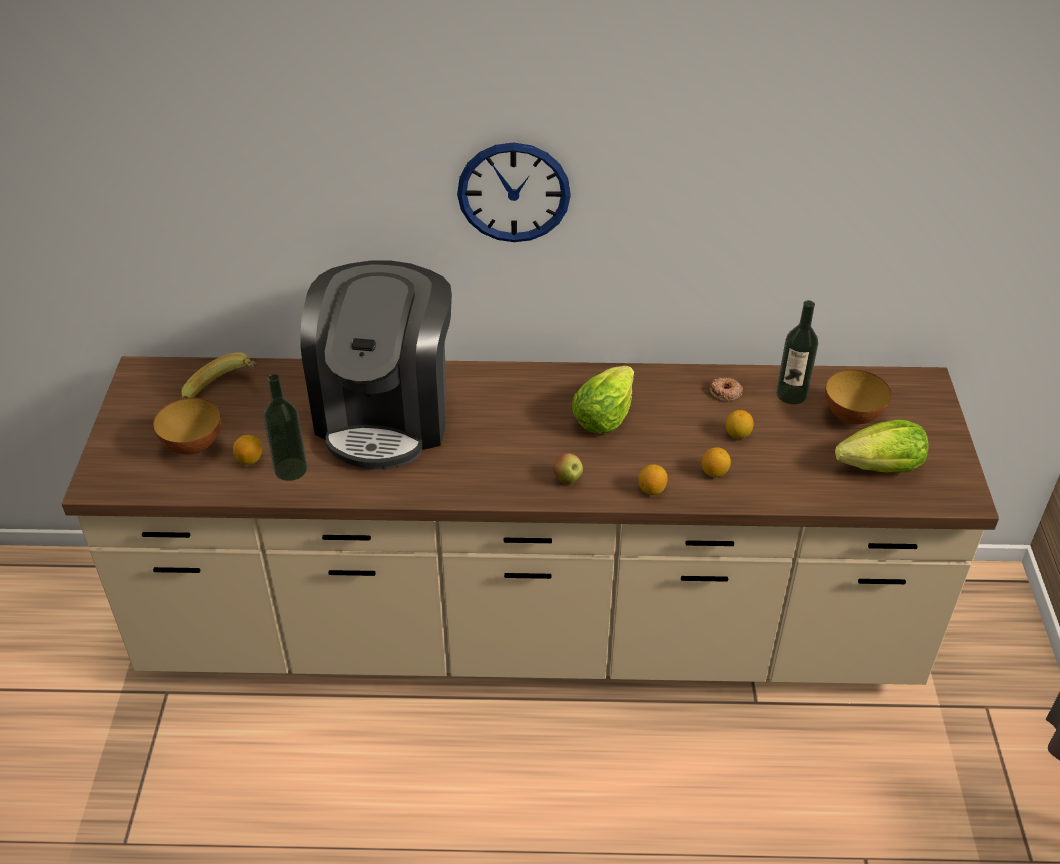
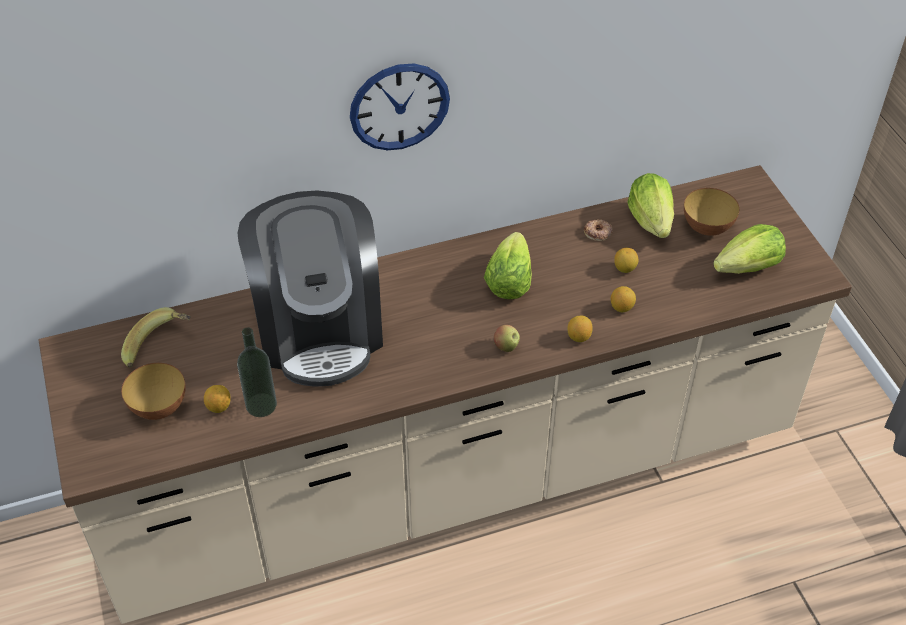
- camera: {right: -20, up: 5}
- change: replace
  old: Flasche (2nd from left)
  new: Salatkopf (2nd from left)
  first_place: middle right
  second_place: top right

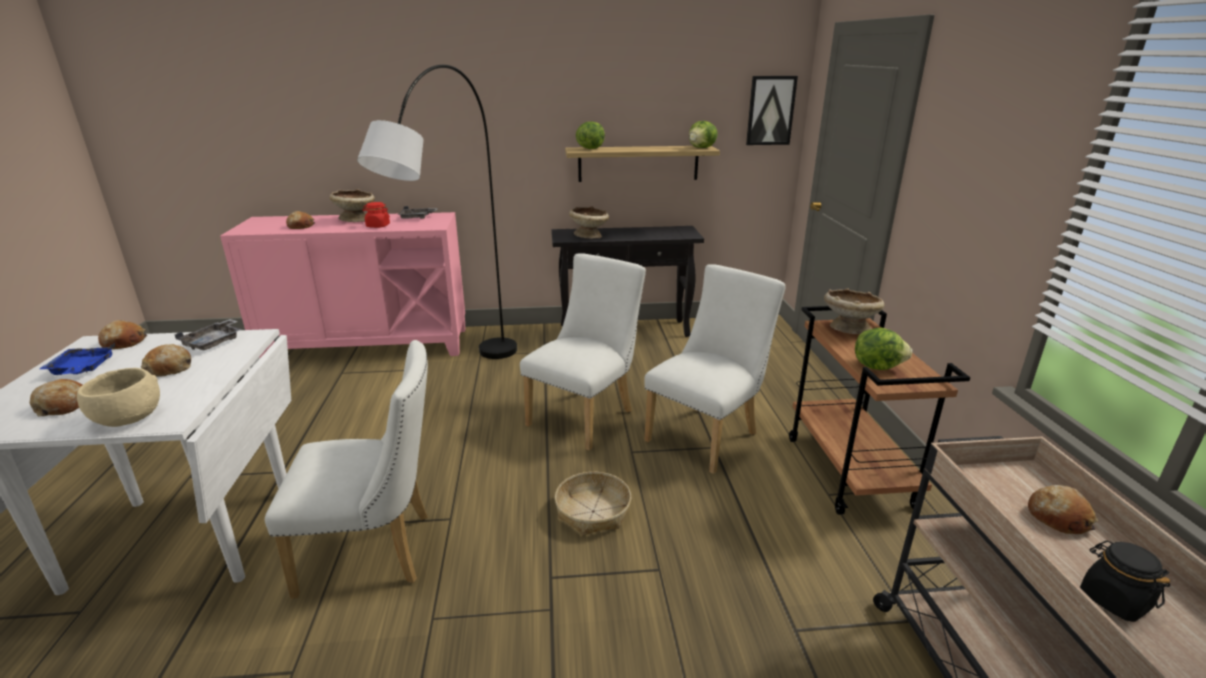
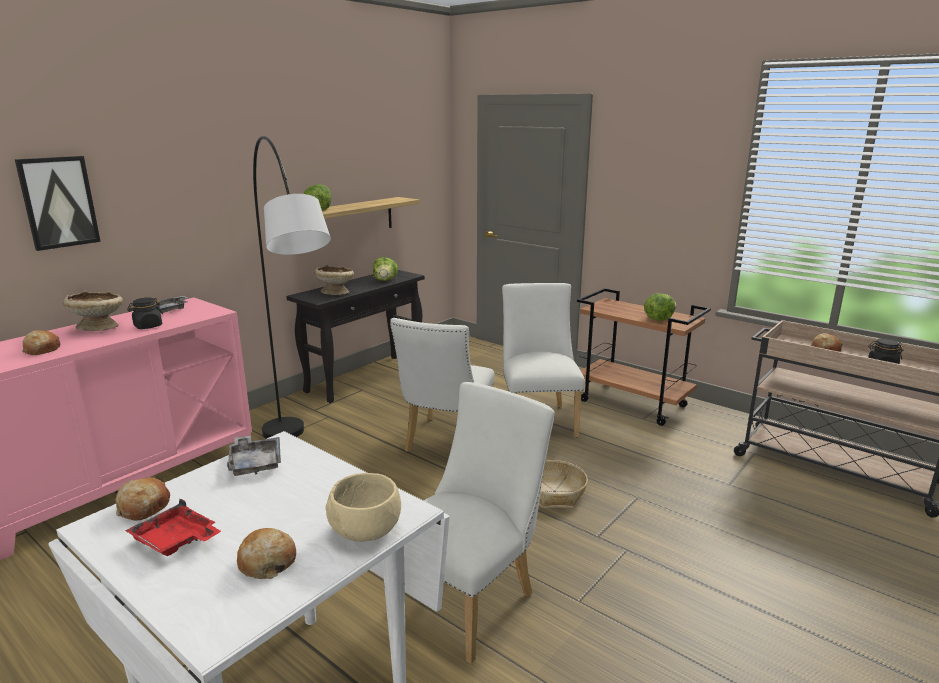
- camera: {right: -45, up: -5}
- change: delete
  old: Brot (3rd from left)
  first_place: middle left
- change: delete
  old: Schüssel [beige] (4th from left)
  first_place: middle right
- change: move
  old: Salatkopf (2nd from left)
  first_place: top centre
  second_place: centre
- change: move
  old: Bild
  first_place: top centre
  second_place: top left
- change: recolor
  old: Tablett [blau]
  new: Tablett [rot]
  first_place: middle left
  second_place: bottom left
- change: recolor
  old: Vorratsglas [rot]
  new: Vorratsglas [schwarz] (1st from left)
  first_place: top left
  second_place: middle left
- change: rotate
  old: Stuhl [weiß] (2nd from left in the first image)
  first_place: centre
  second_place: centre
  degrees: -150

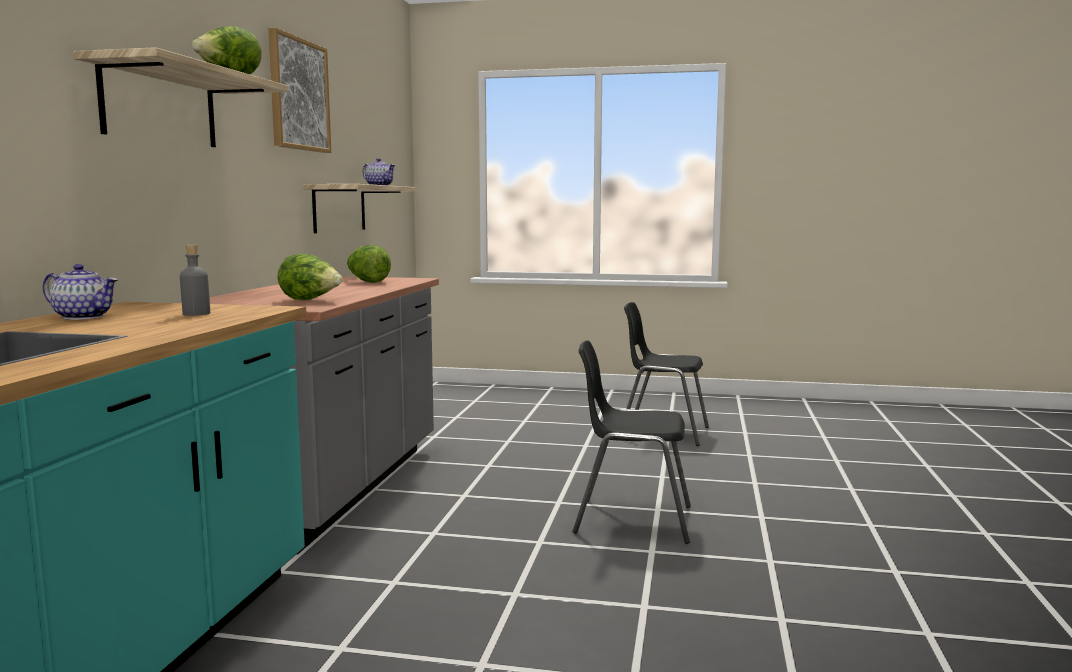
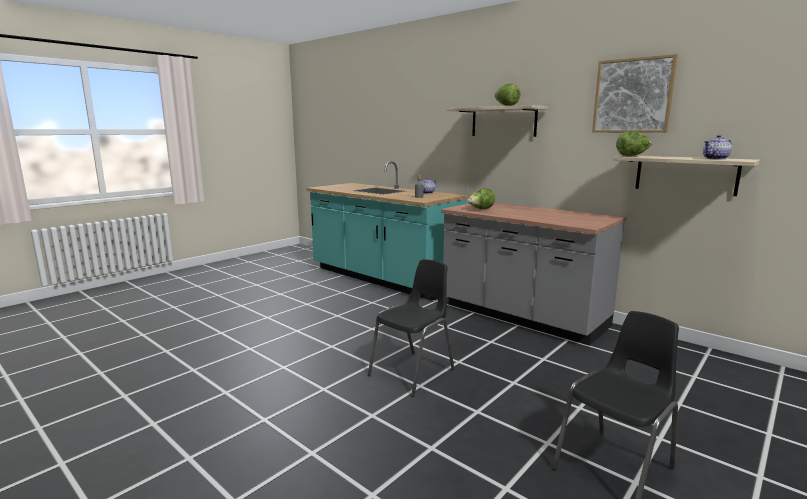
- camera: {right: 120, up: 5}
- change: move
  old: Salatkopf (3rd from left)
  first_place: centre
  second_place: top right

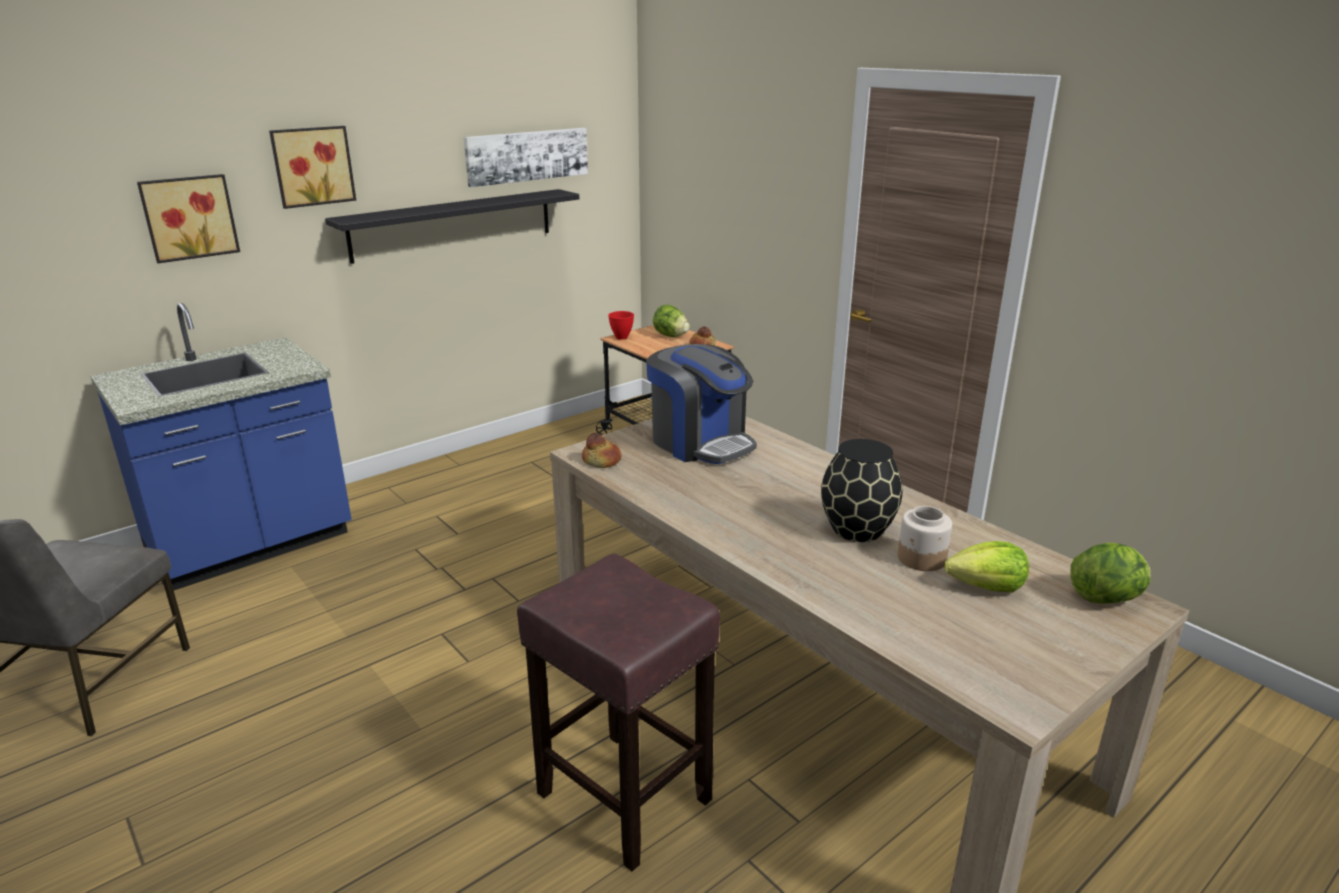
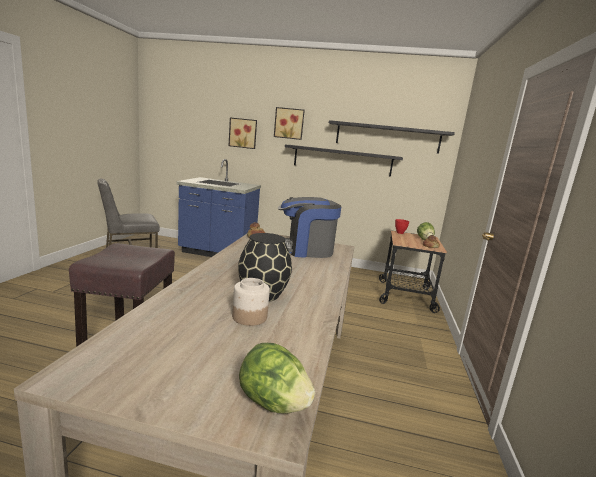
- camera: {right: 50, up: -10}
- change: delete
  old: Salatkopf (2nd from left)
  first_place: middle right
- change: replace
  old: Bild (3rd from left)
  new: Wandregal [schwarz] (2nd from left)
  first_place: top centre
  second_place: top centre
- change: rotate
  old: Kaffeemaschine
  first_place: centre
  second_place: centre
  degrees: 75

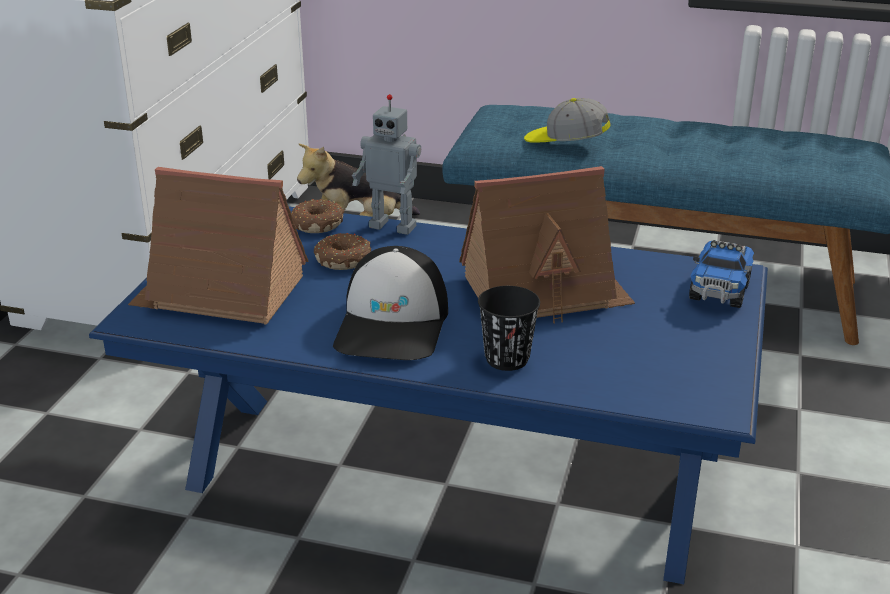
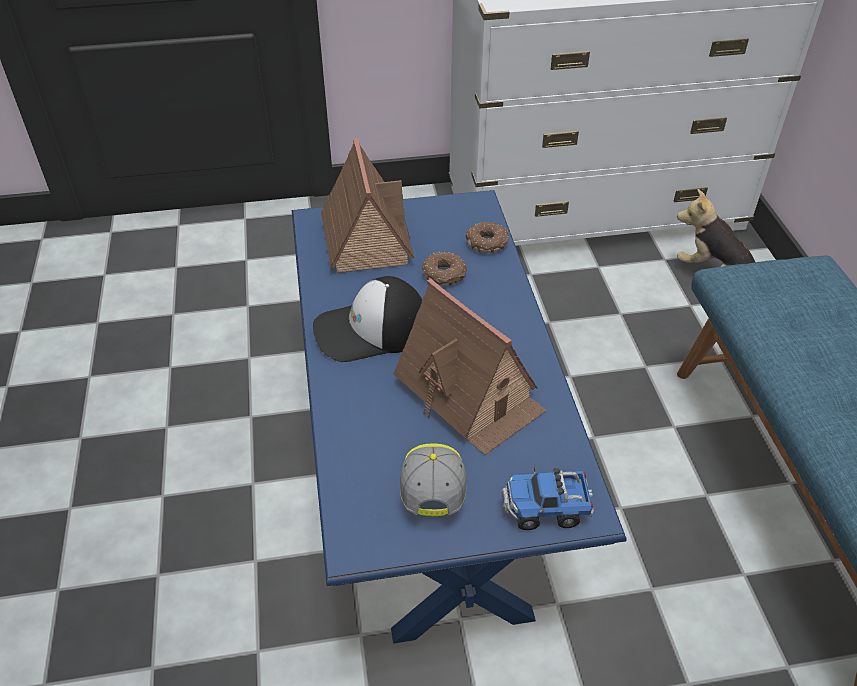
- camera: {right: 65, up: 15}
- change: delete
  old: Spielzeugroboter
  first_place: top centre
- change: delete
  old: Tasse [schwarz]
  first_place: centre
- change: move
  old: Kappe (2nd from left)
  first_place: top centre
  second_place: bottom centre

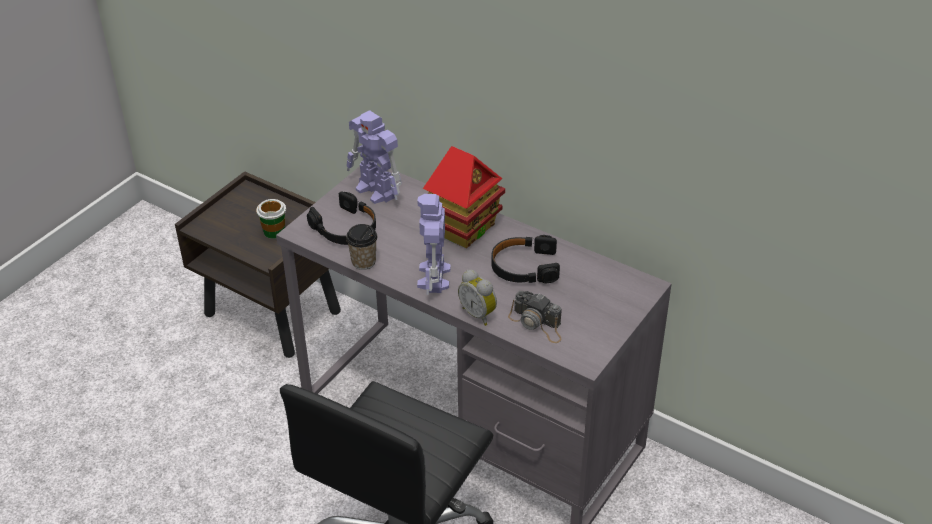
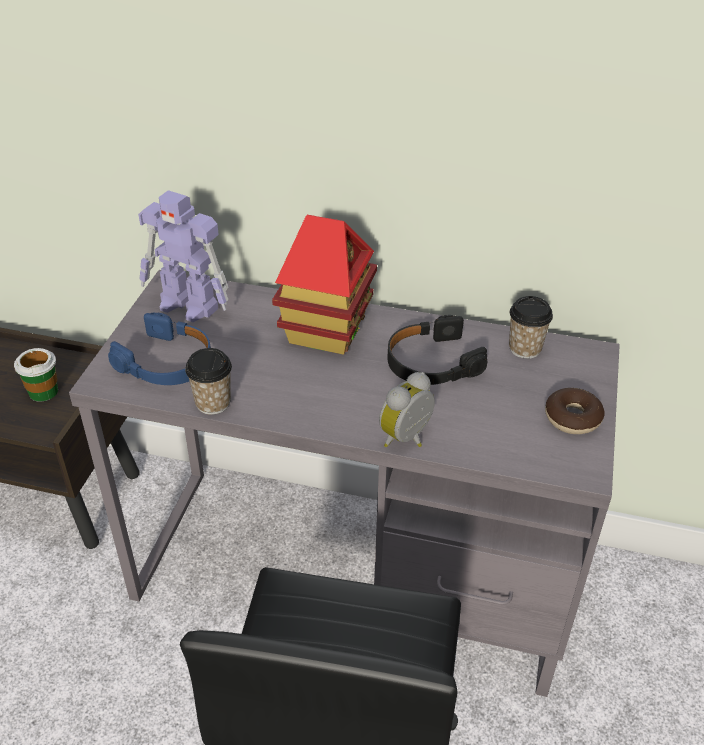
- camera: {right: -20, up: 0}
- change: delete
  old: Spielzeugroboter (2nd from left)
  first_place: centre
- change: delete
  old: Kamera
  first_place: centre
- change: insert
  new: Tasse (3rd from left)
  second_place: middle right
- change: insert
  new: Donut
  second_place: middle right
- change: recolor
  old: Kopfhörer [schwarz] (1st from left)
  new: Kopfhörer [blau]
  first_place: centre
  second_place: middle left
- change: rotate
  old: Wecker
  first_place: centre
  second_place: centre
  degrees: 105

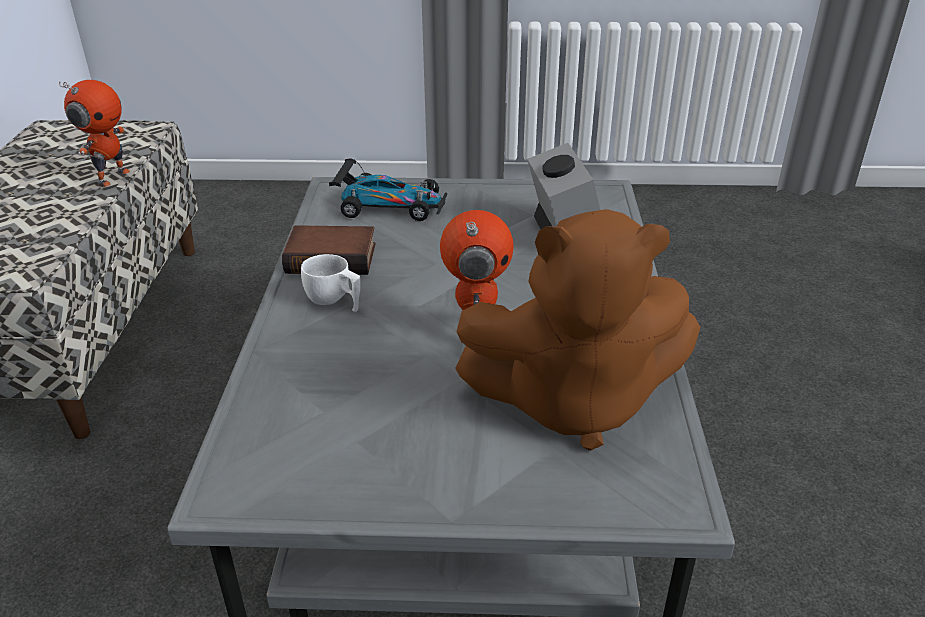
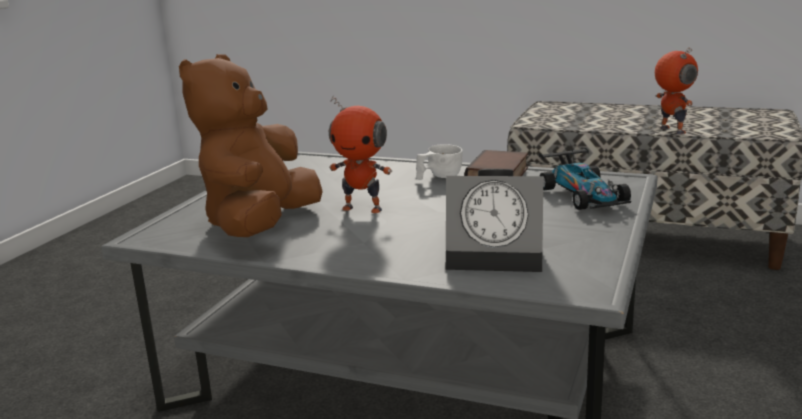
- camera: {right: 110, up: -15}
- change: rotate
  old: Spielzeugroboter (1st from left in the first image)
  first_place: top left
  second_place: top right
  degrees: -150
- change: rotate
  old: Spielzeugauto
  first_place: top centre
  second_place: middle right
  degrees: -45

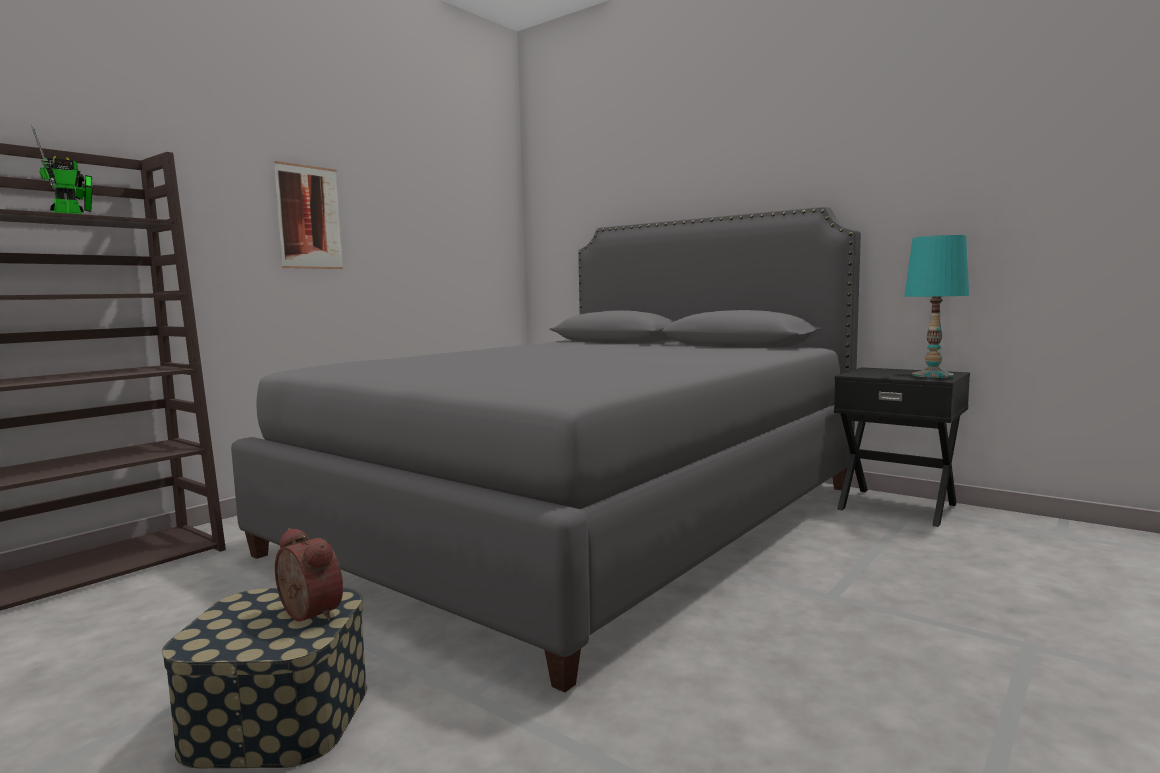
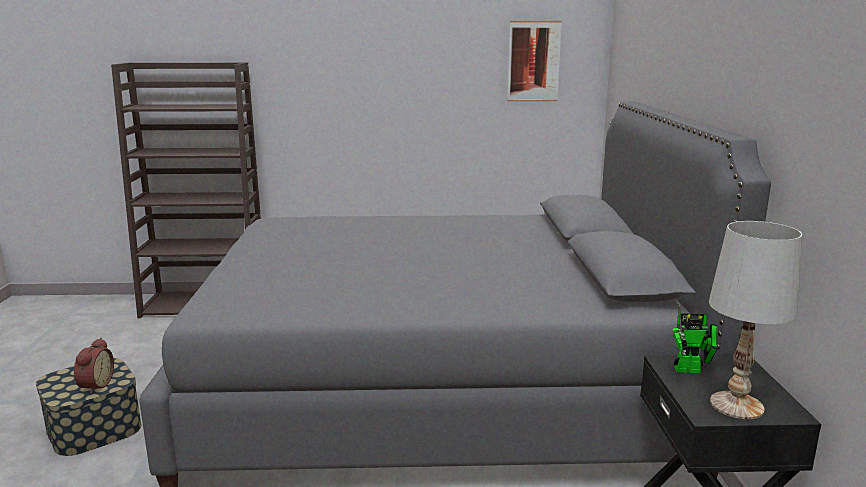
- camera: {right: 50, up: 10}
- change: move
  old: Spielzeugroboter
  first_place: top left
  second_place: bottom right
- change: move
  old: Bild
  first_place: top left
  second_place: top centre
- change: recolor
  old: Tischlampe [türkis]
  new: Tischlampe [weiß]
  first_place: middle right
  second_place: middle right

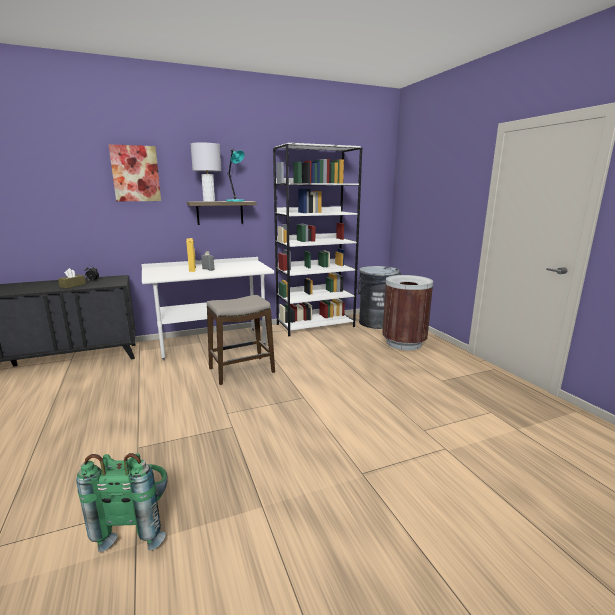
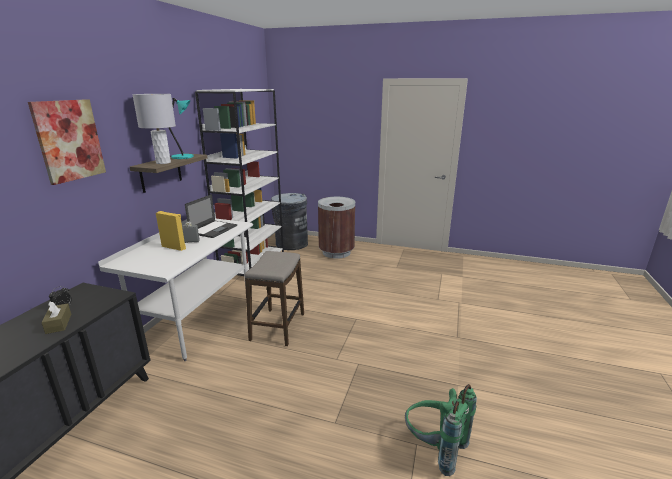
- camera: {right: -50, up: 5}
- change: insert
  new: Laptop
  second_place: middle left

